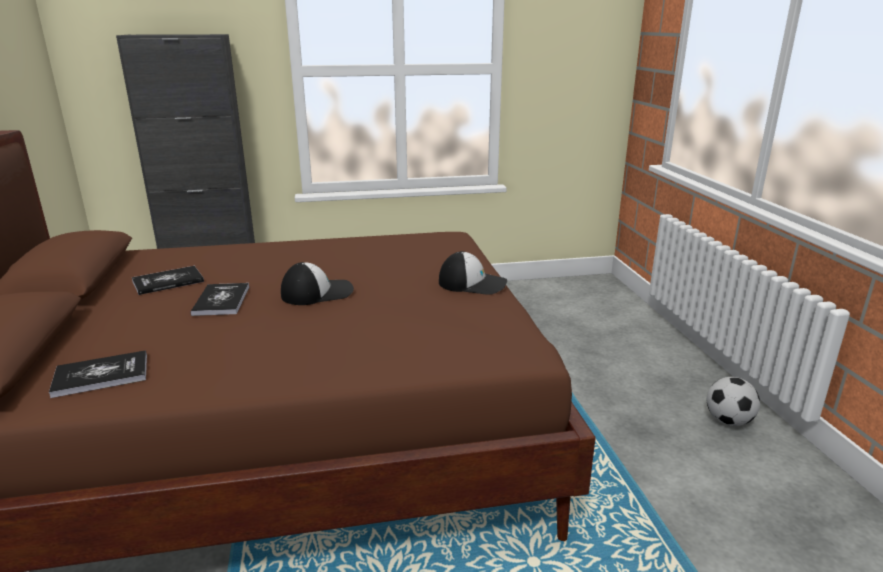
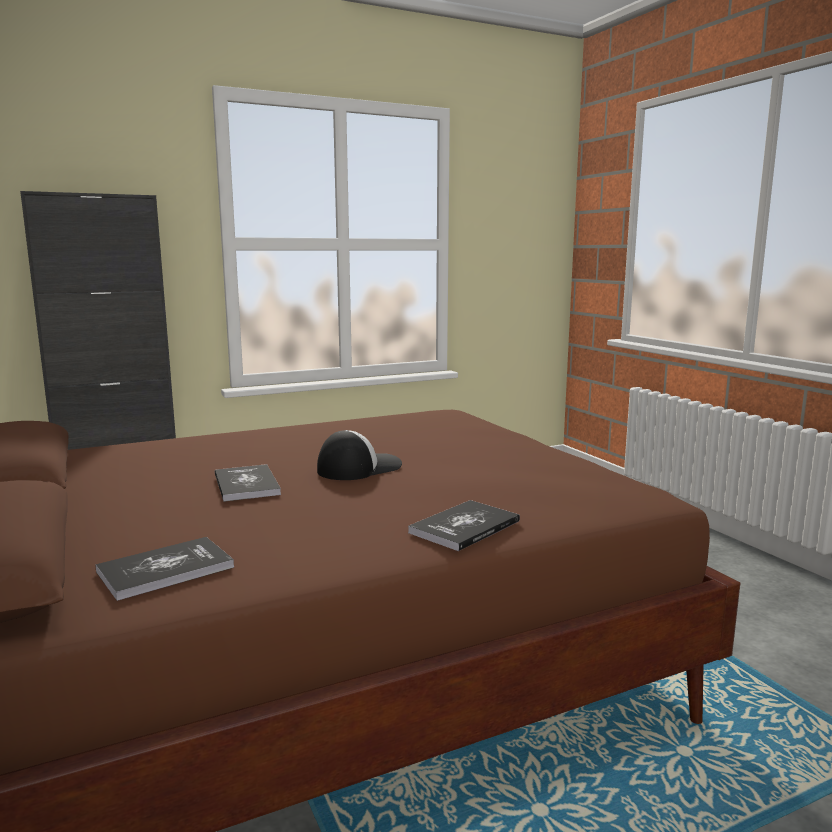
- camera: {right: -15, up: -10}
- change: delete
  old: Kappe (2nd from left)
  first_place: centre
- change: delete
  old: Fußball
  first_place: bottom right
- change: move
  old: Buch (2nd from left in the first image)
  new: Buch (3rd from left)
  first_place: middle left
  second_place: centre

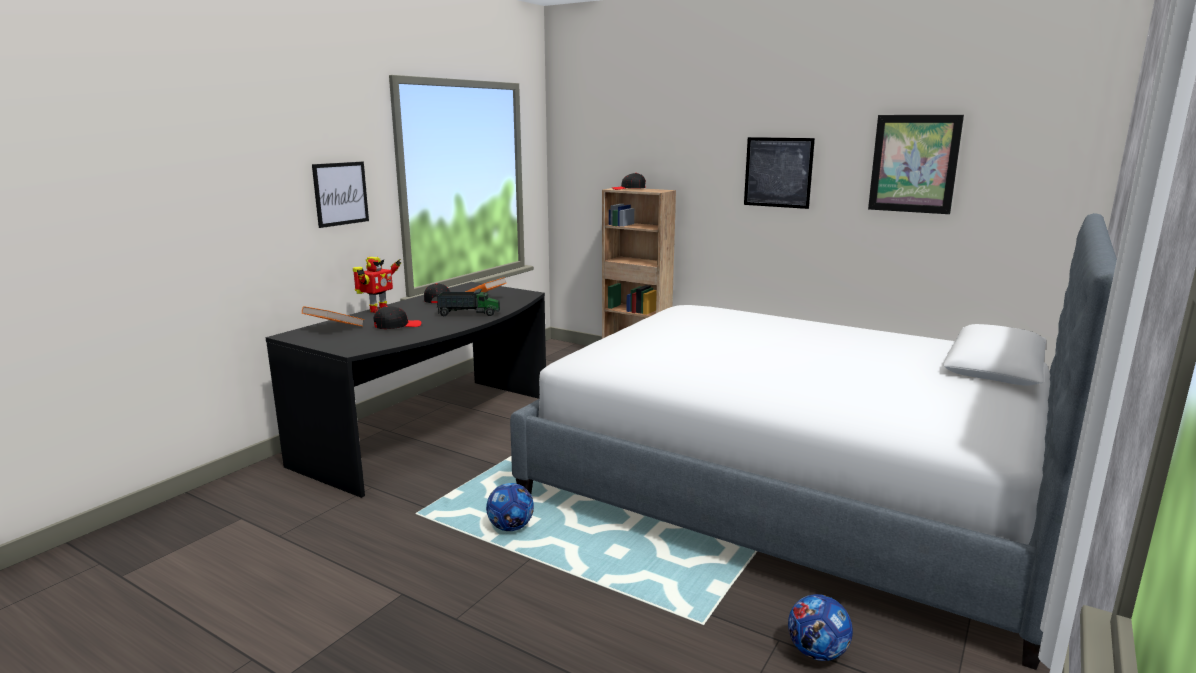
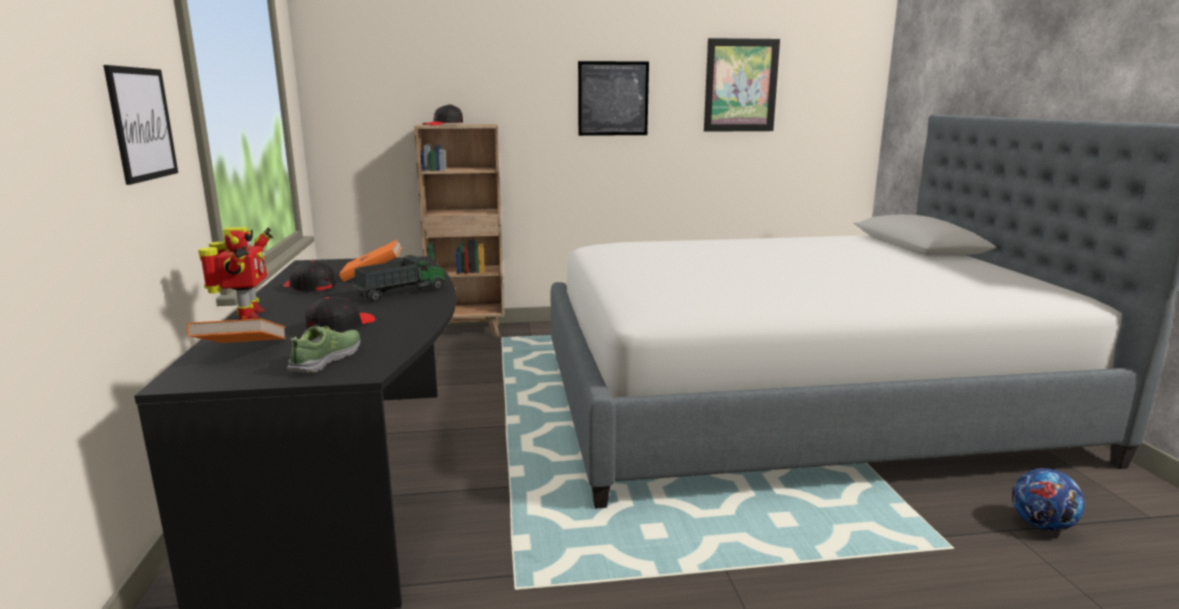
- camera: {right: -40, up: 0}
- change: delete
  old: Fußball (1st from left)
  first_place: bottom centre
- change: insert
  new: Schuh
  second_place: middle left

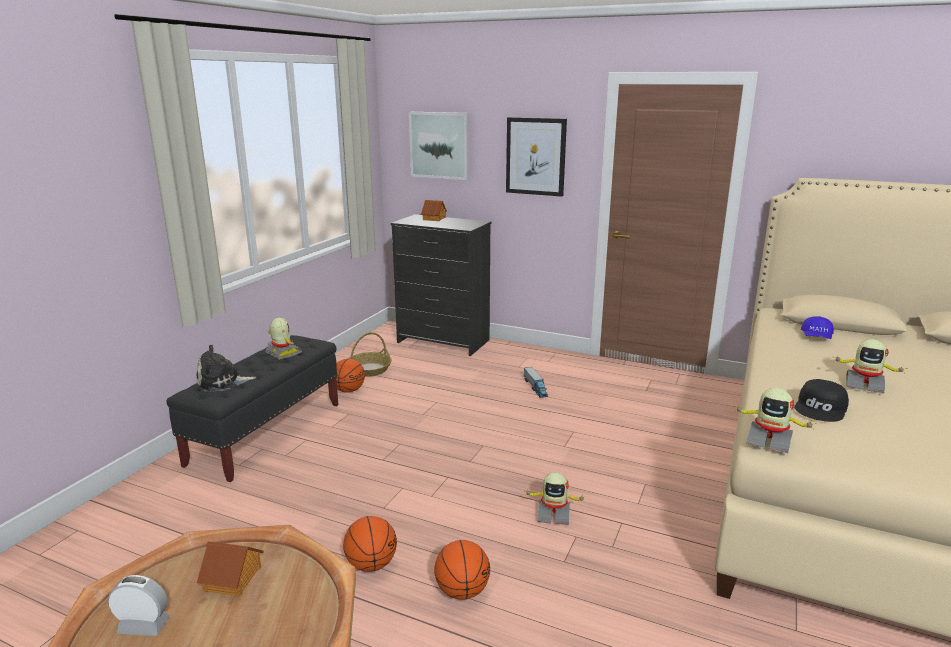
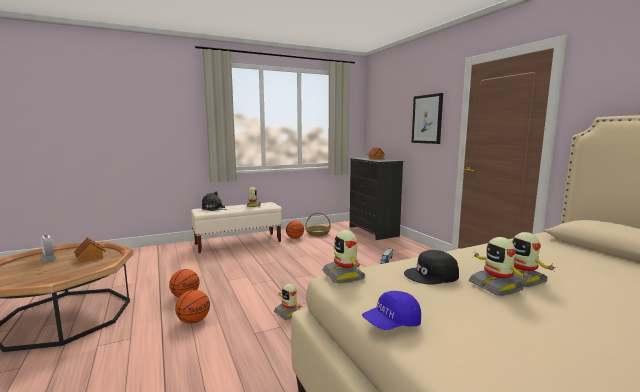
- camera: {right: 40, up: -10}
- change: delete
  old: Bild (1st from left)
  first_place: top centre
- change: insert
  new: Spielzeugroboter (4th from left)
  second_place: bottom right
- change: move
  old: Kappe [blau]
  first_place: middle right
  second_place: bottom centre
- change: recolor
  old: Bank [schwarz]
  new: Bank [beige]
  first_place: middle left
  second_place: centre

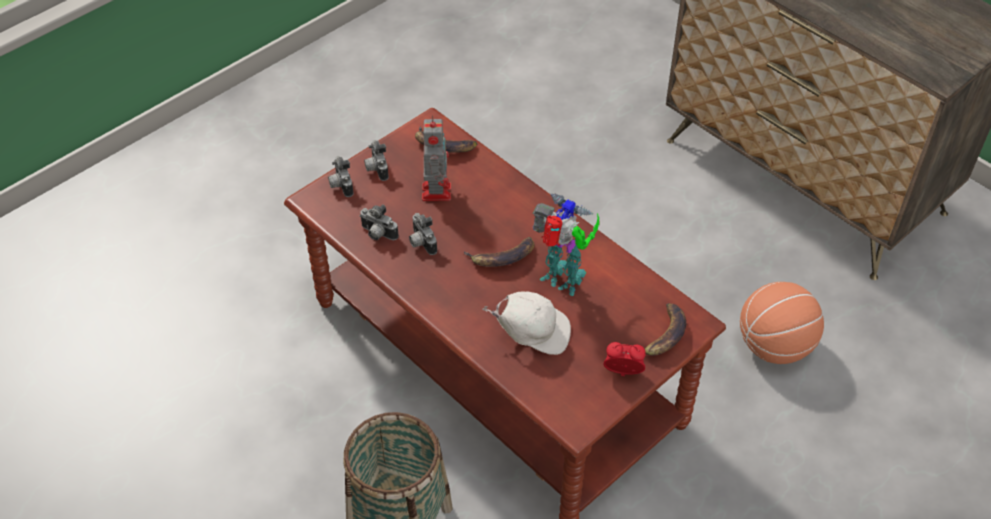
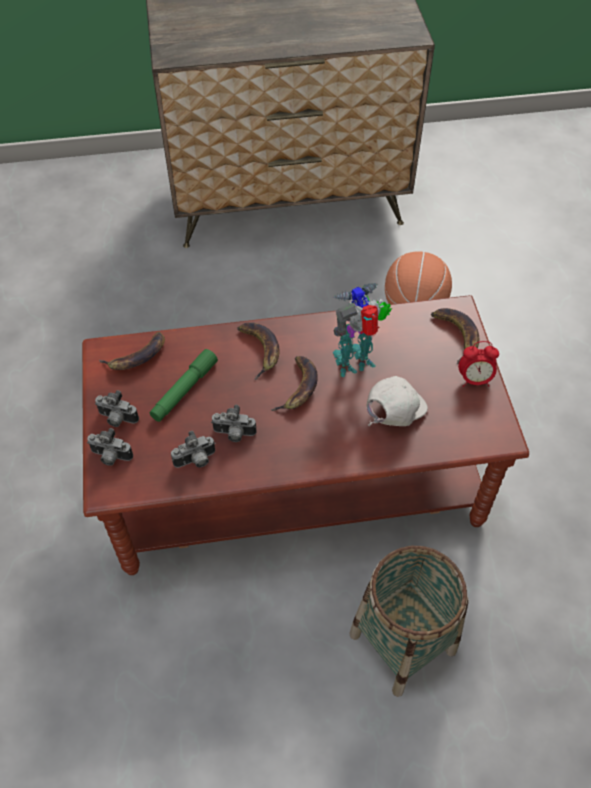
- camera: {right: -55, up: 5}
- change: insert
  new: Banane (2nd from left)
  second_place: centre
- change: replace
  old: Spielzeugroboter (1st from left)
  new: Taschenlampe [grün]
  first_place: top centre
  second_place: middle left
- change: rotate
  old: Wecker
  first_place: bottom centre
  second_place: middle right
  degrees: -135

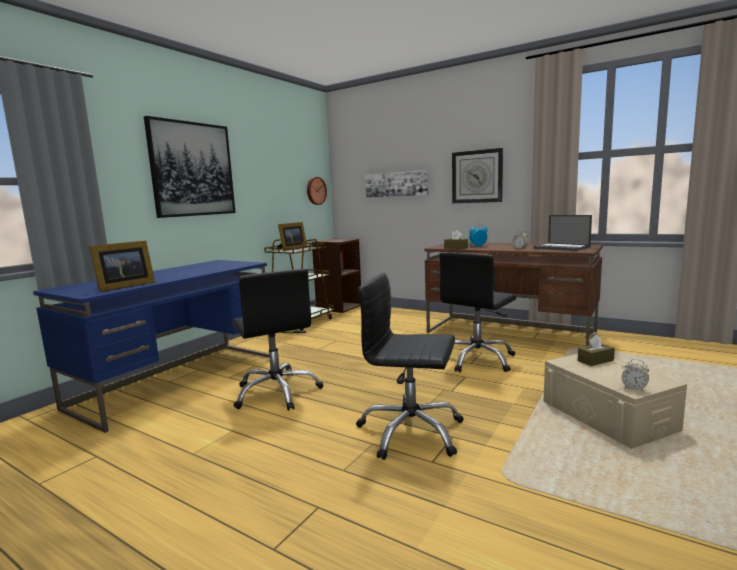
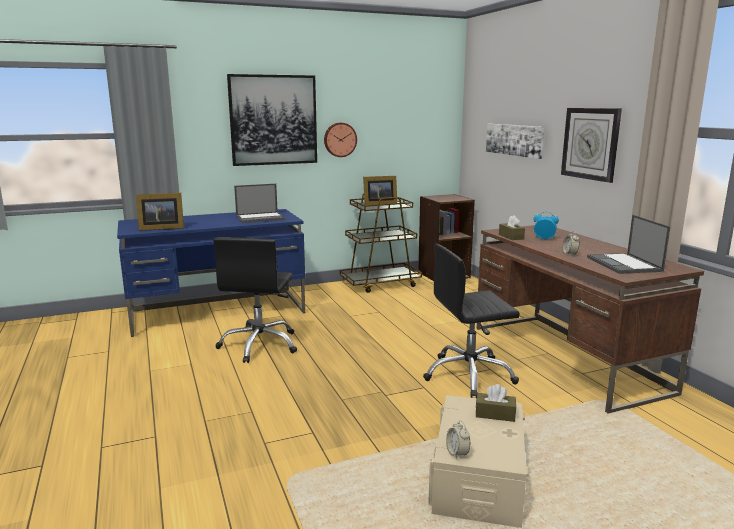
- camera: {right: 35, up: 5}
- change: delete
  old: Bürostuhl [schwarz] (2nd from left)
  first_place: centre
- change: insert
  new: Laptop (1st from left)
  second_place: centre
- change: move
  old: Wanduhr (1st from left)
  first_place: centre
  second_place: top centre

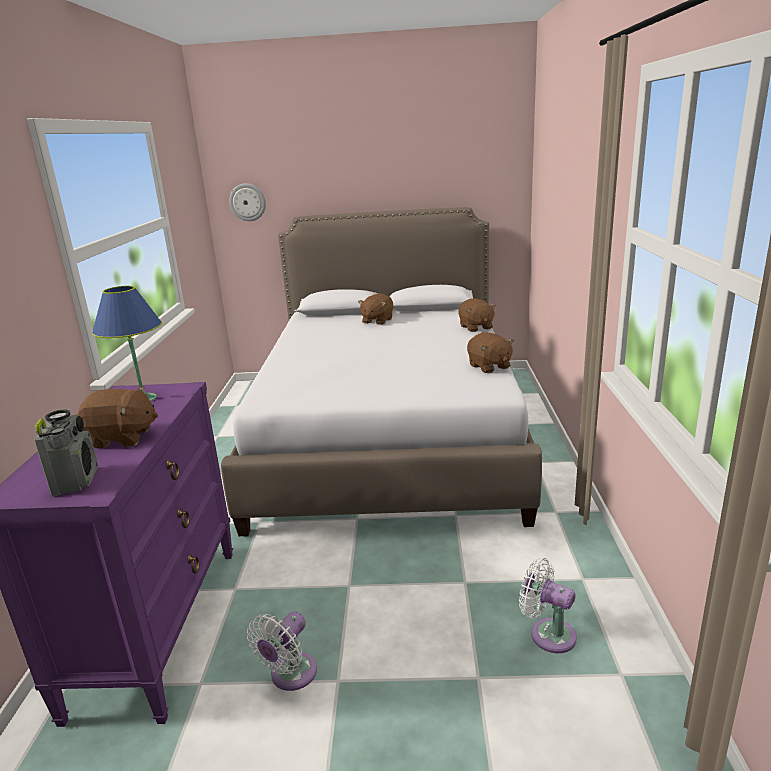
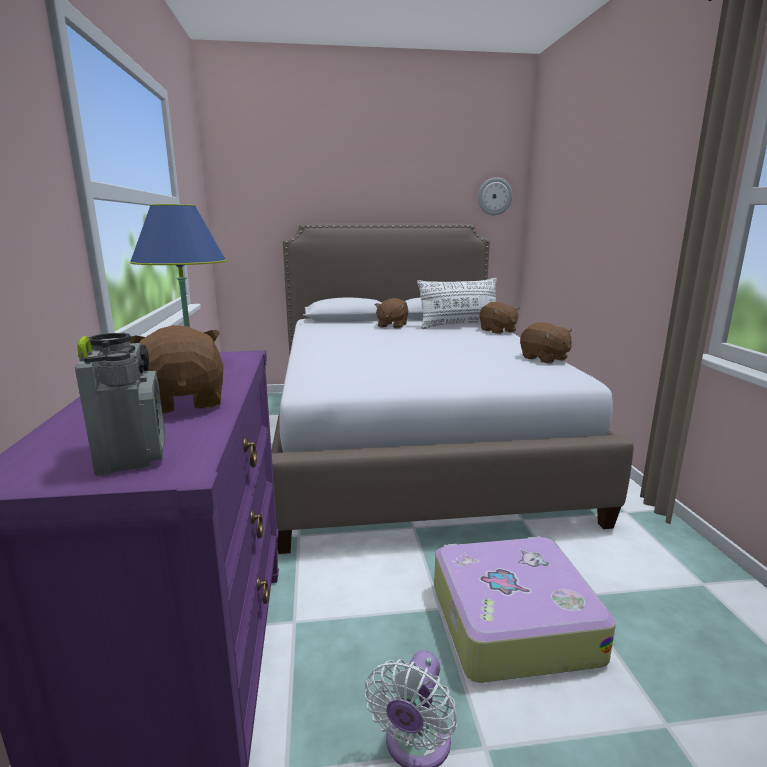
- camera: {right: -10, up: -5}
- change: delete
  old: Ventilator [weiß] (2nd from left)
  first_place: bottom right
- change: insert
  new: Kissen [weiß]
  second_place: centre
- change: insert
  new: Koffer
  second_place: bottom right
- change: move
  old: Wanduhr
  first_place: top left
  second_place: top centre
- change: rotate
  old: Plüschtier [braun] (1st from left)
  first_place: middle left
  second_place: middle left
  degrees: -105

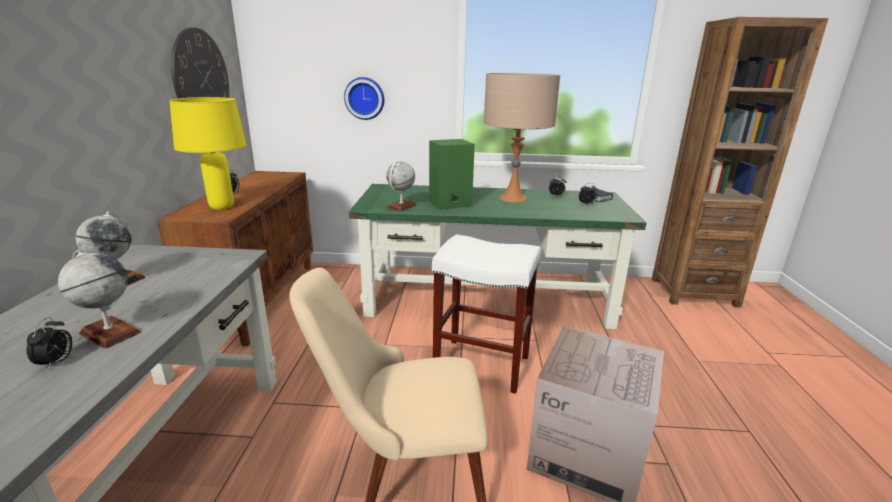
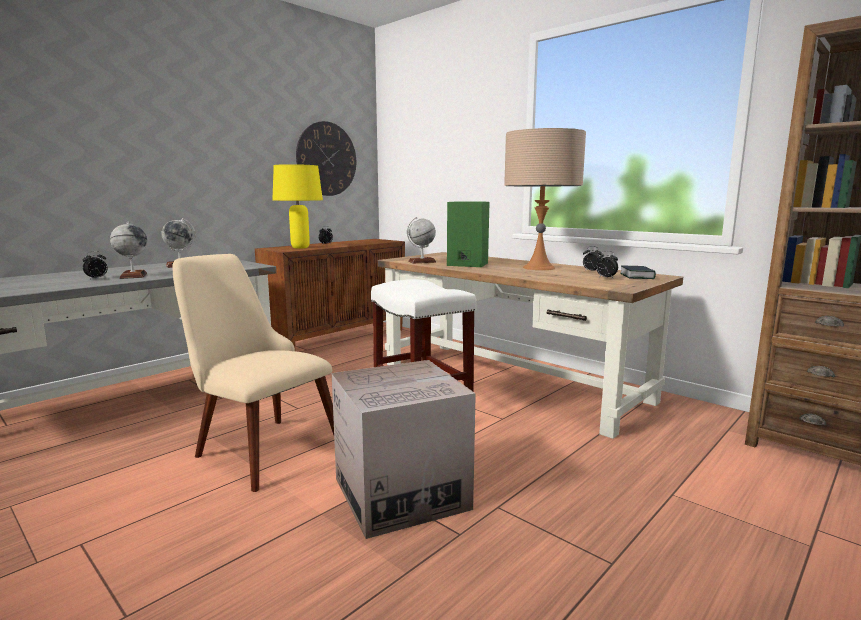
- camera: {right: 40, up: -10}
- change: delete
  old: Wanduhr (2nd from left)
  first_place: top centre
- change: recolor
  old: Schreibtisch [grün]
  new: Schreibtisch [braun]
  first_place: centre
  second_place: centre

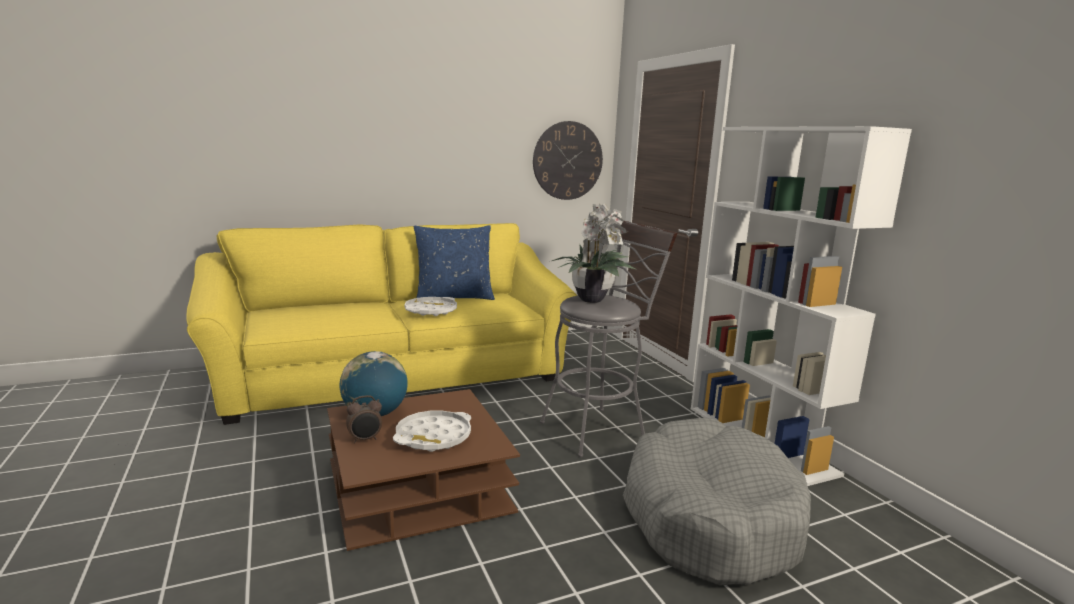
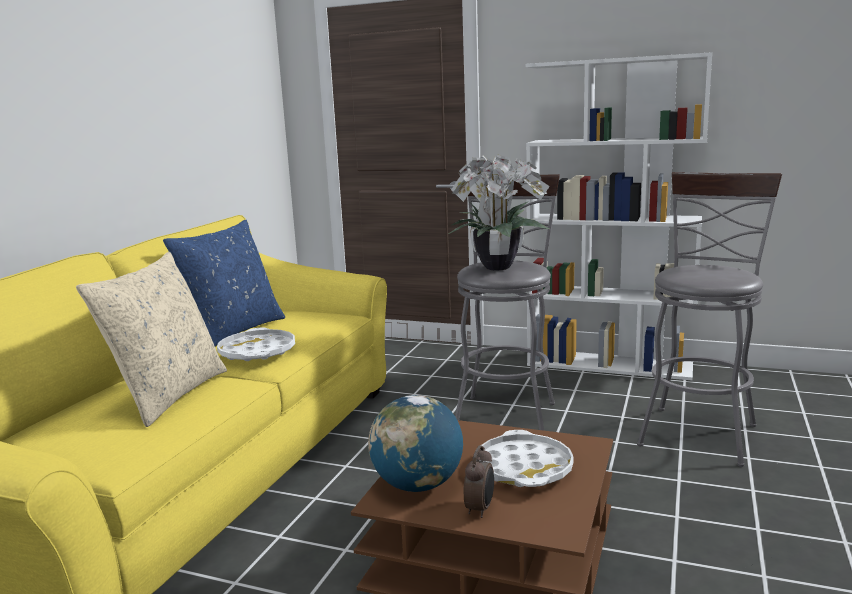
- camera: {right: -45, up: 0}
- change: delete
  old: Wanduhr
  first_place: top centre
- change: insert
  new: Kissen [beige]
  second_place: middle left
- change: replace
  old: Hundebett [grau]
  new: Hocker [grau] (2nd from left)
  first_place: bottom right
  second_place: middle right

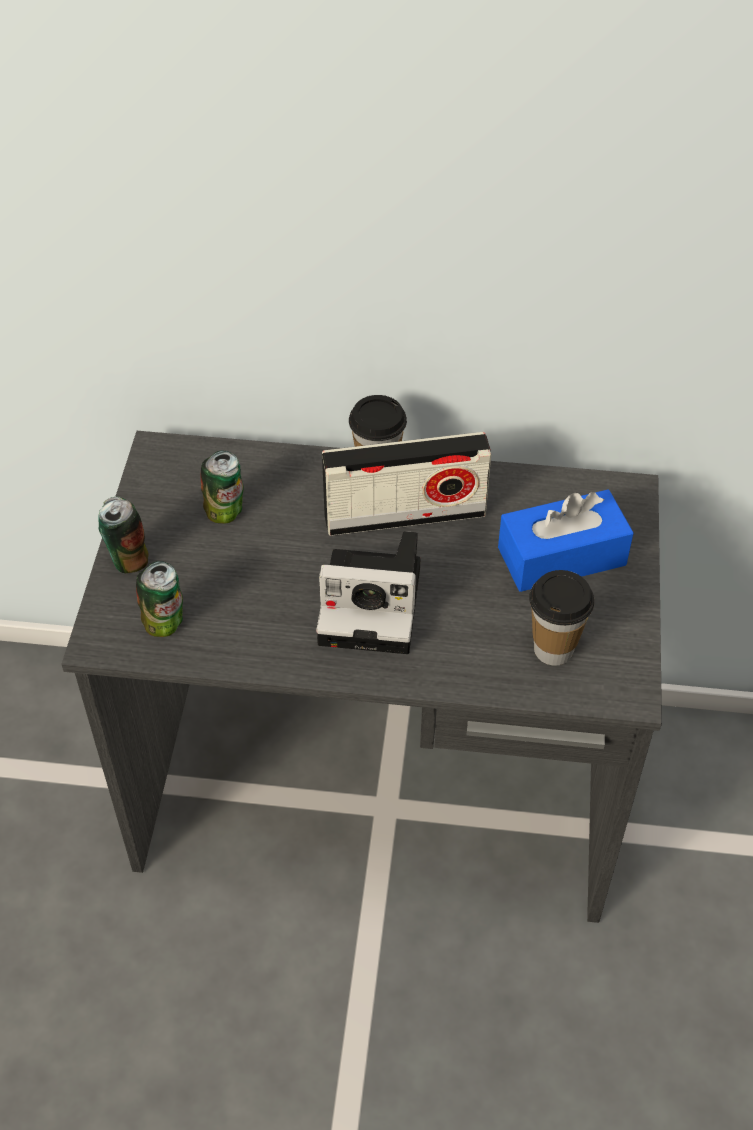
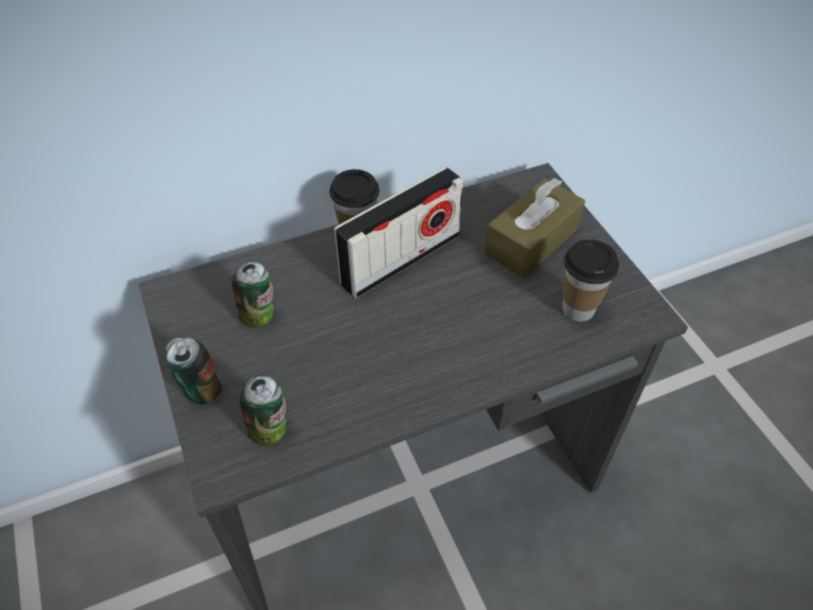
- camera: {right: -30, up: 0}
- change: delete
  old: Kamera
  first_place: centre
- change: recolor
  old: Taschentuchbox [blau]
  new: Taschentuchbox [braun]
  first_place: middle right
  second_place: centre

